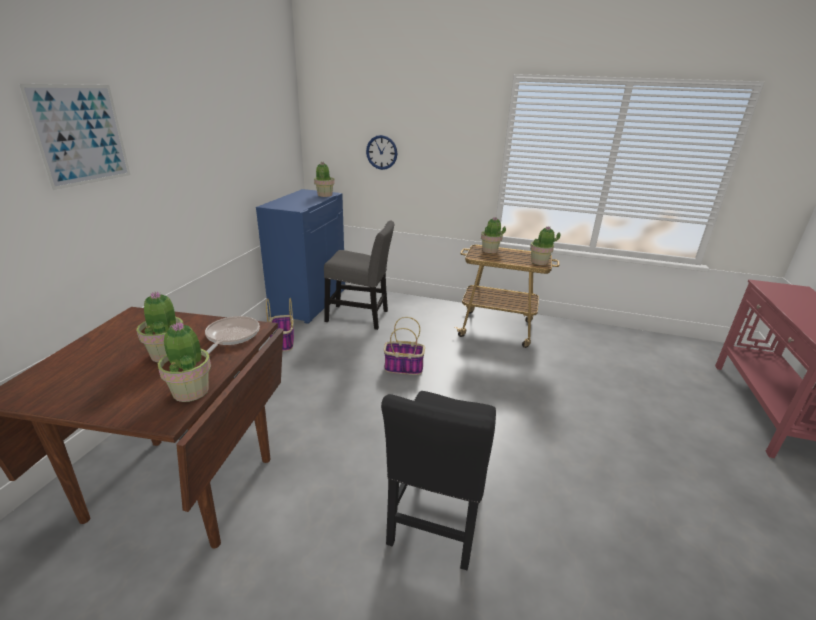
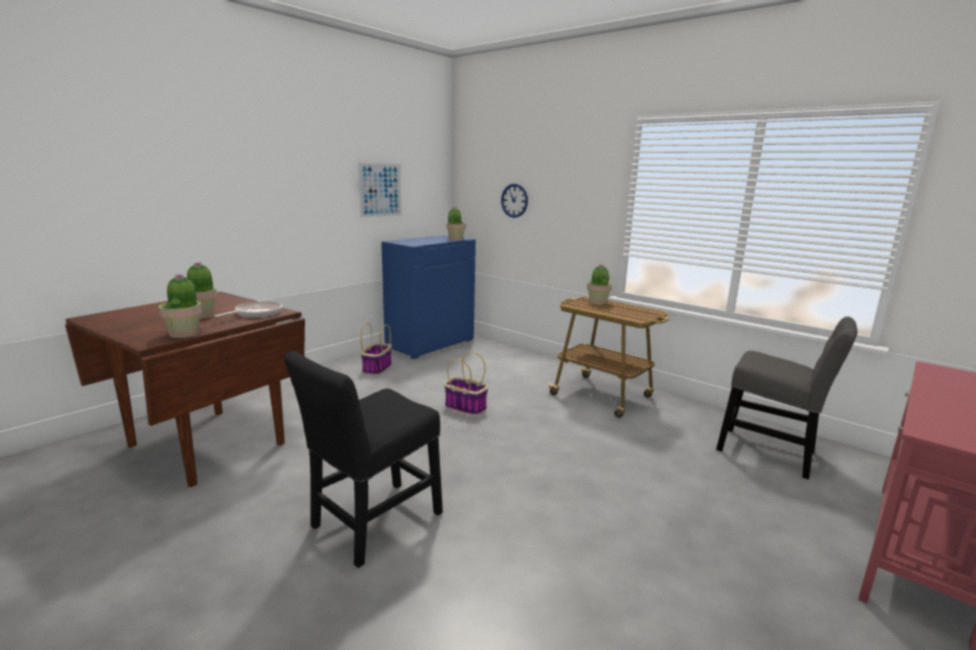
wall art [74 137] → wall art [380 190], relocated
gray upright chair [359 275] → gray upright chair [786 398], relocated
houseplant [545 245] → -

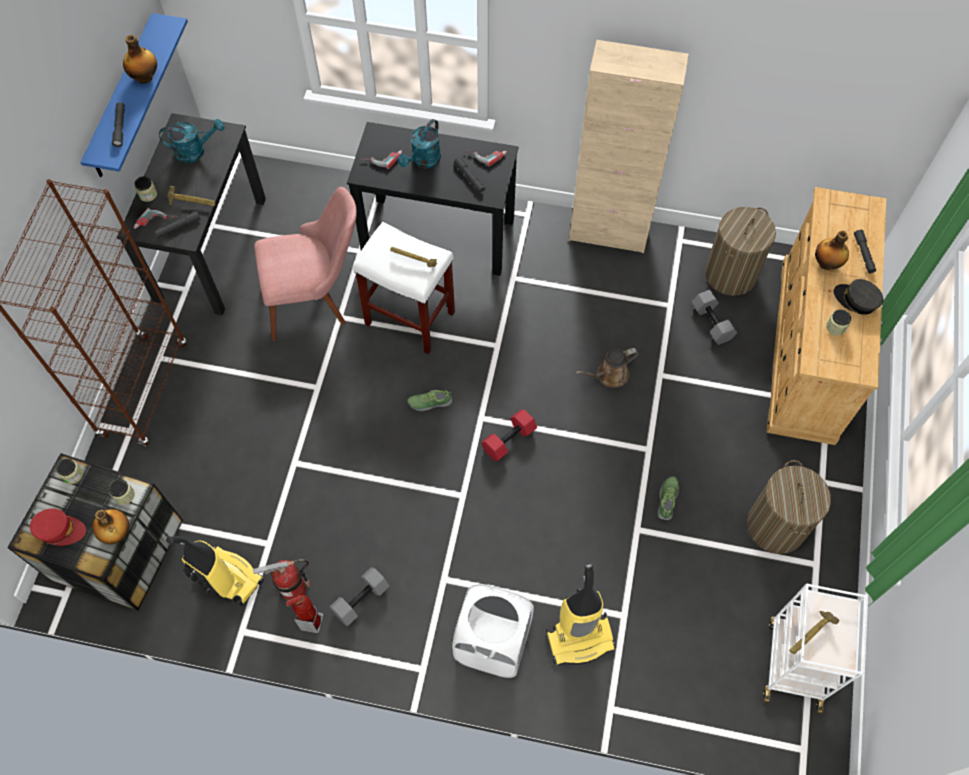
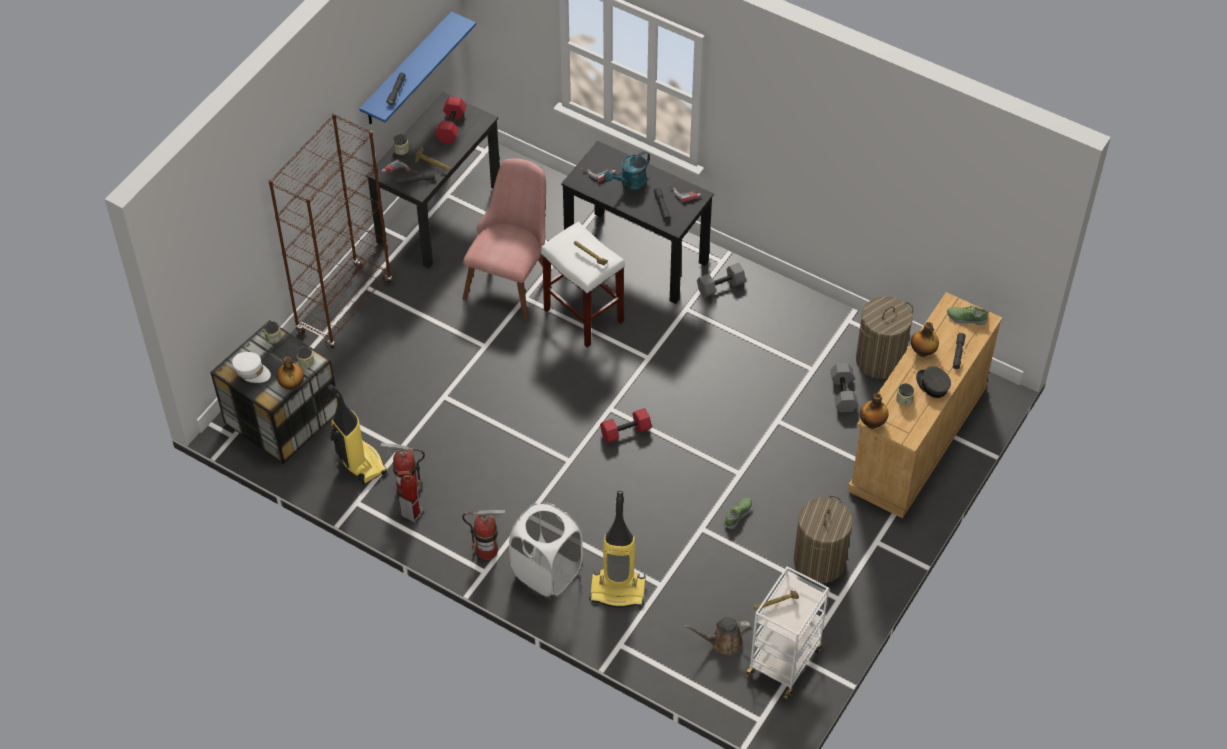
red baseball cap [58 527] → white-coloured baseball cap [251 367]
beverage bottle [140 59] → beverage bottle [874 411], relocated
turquoise-coloured watering pot [192 141] → red hand weight [450 120]
pinkish upright chair [305 264] → pinkish upright chair [504 239], 75 degrees counterclockwise
gray hand weight [359 596] → gray hand weight [721 280], relocated
item of footwear [429 400] → item of footwear [968 315], relocated
beige cabinet [629 146] → -
brown watering pot [607 367] → brown watering pot [718 636], relocated
- → fire extinguisher [483 535]

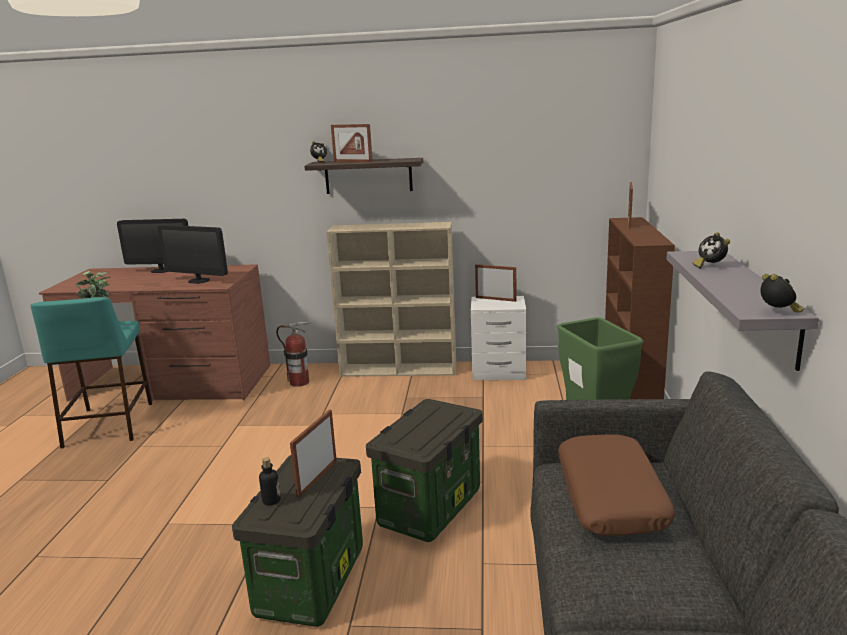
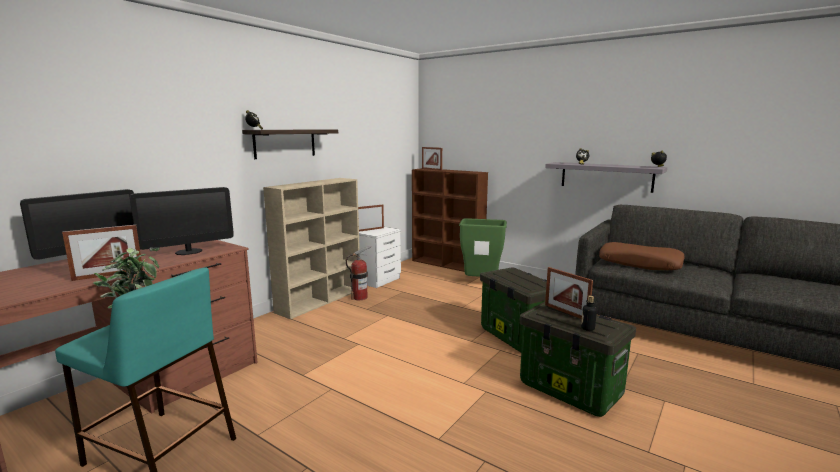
fire extinguisher [293 354] → fire extinguisher [358 273], relocated
picture frame [352 143] → picture frame [102 253], relocated

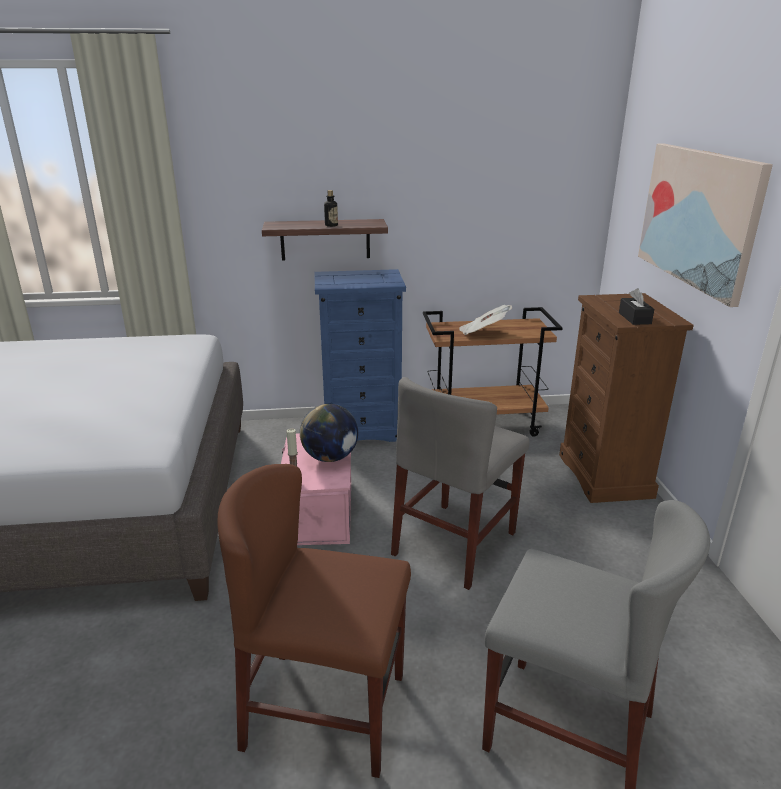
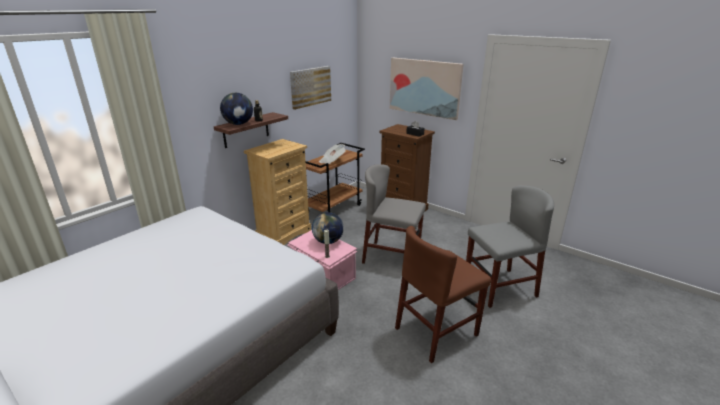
blue dresser [360 355] → beige dresser [277 192]
gray upright chair [460 483] → gray upright chair [394 214], 120 degrees clockwise
- → world globe [236 109]
- → wall art [310 88]

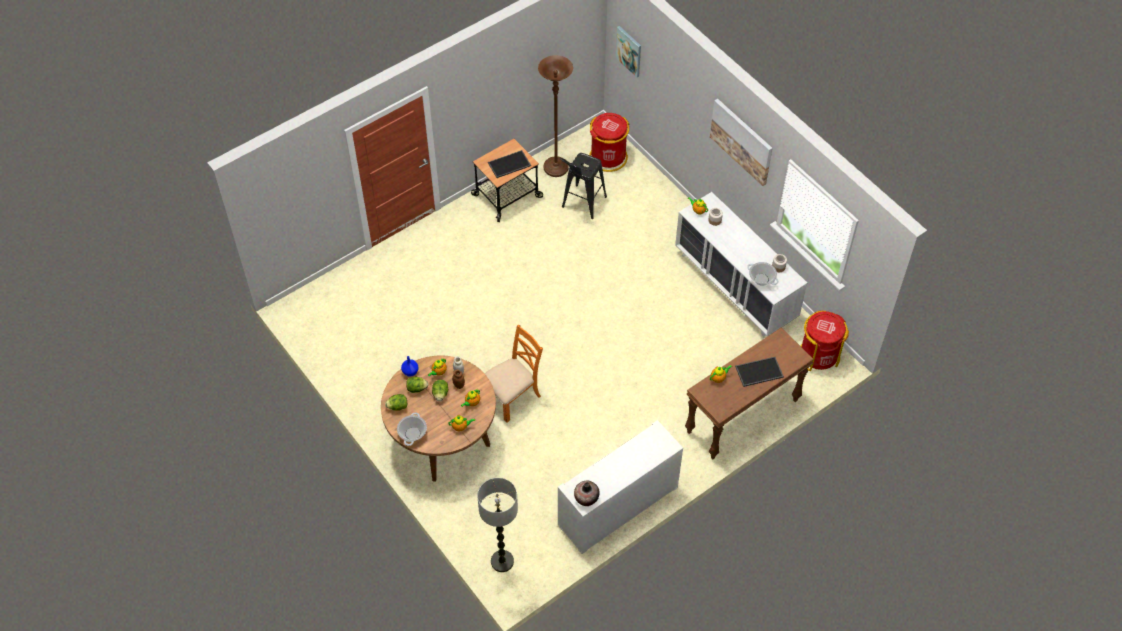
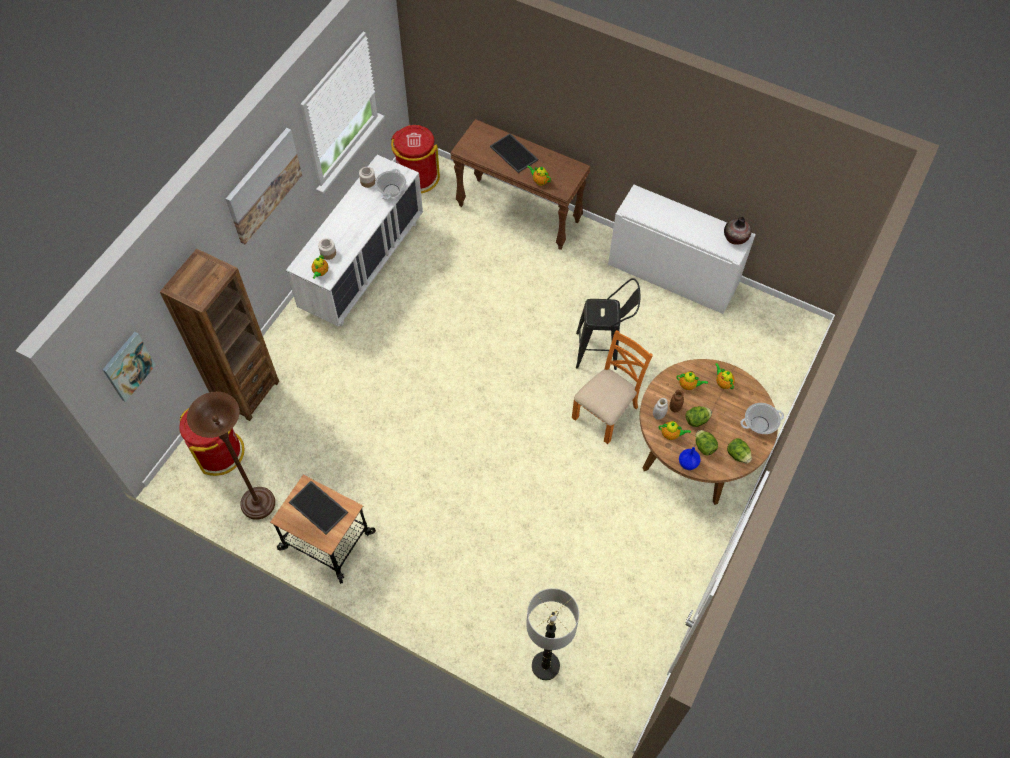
floor lamp [497 525] → floor lamp [552 634], relocated
orange upright chair [513 374] → orange upright chair [612 387], 105 degrees clockwise
black sitting stool [583 186] → black sitting stool [608 324], relocated
- → brown bookshelf [219 335]

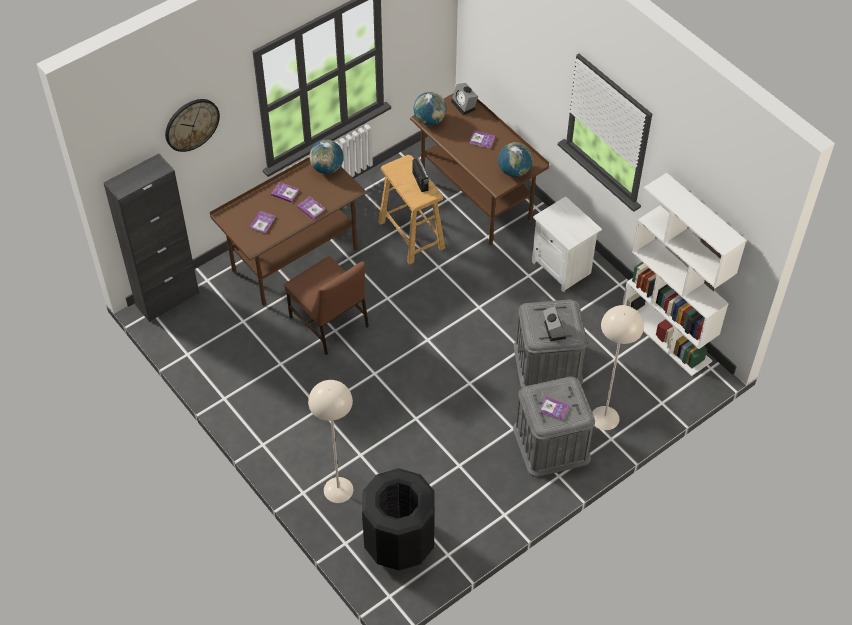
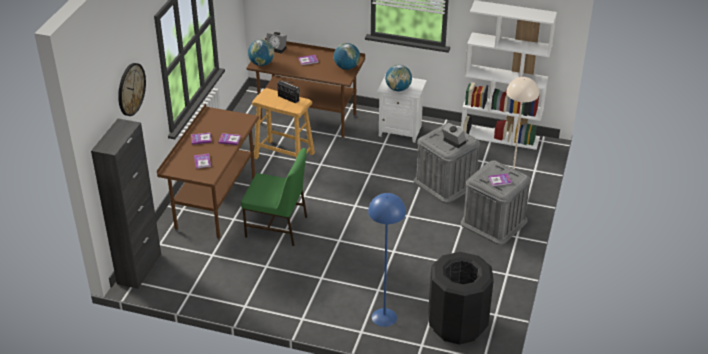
brown upright chair [326 305] → green-coloured upright chair [274 197]
beige floor lamp [330 441] → blue floor lamp [387 260]
world globe [326 157] → world globe [398 78], relocated

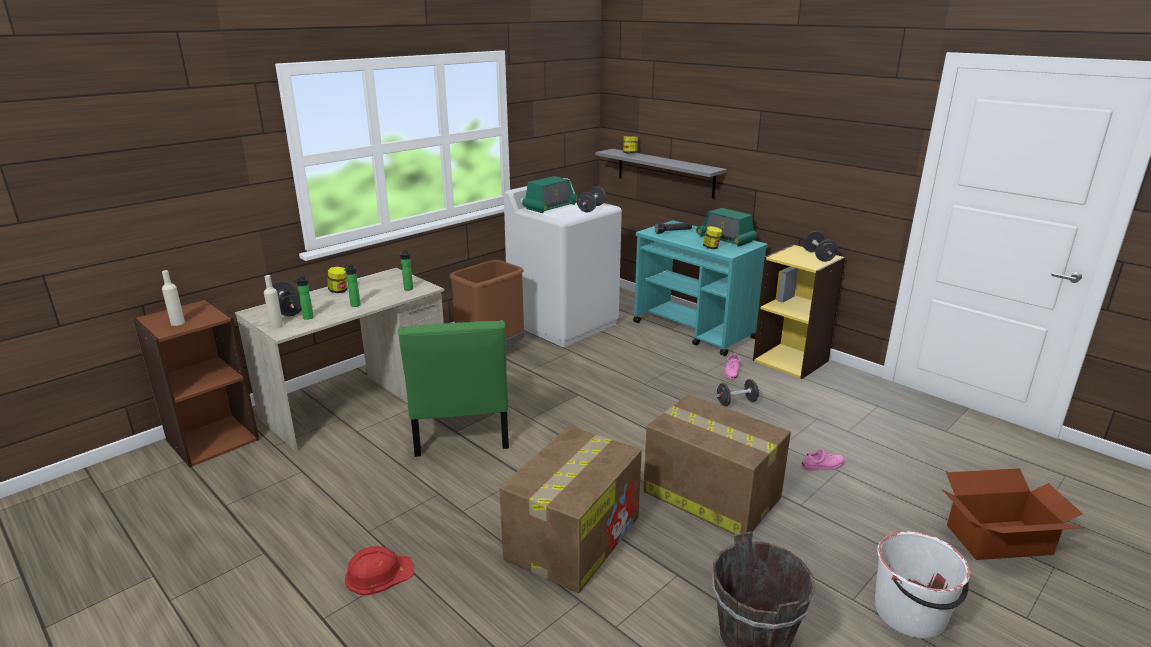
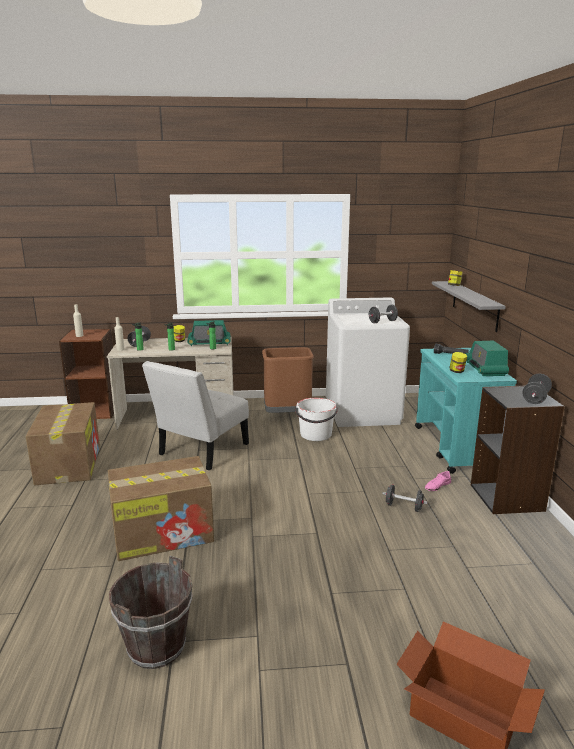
red work helmet [379 571] → -
green-coloured upright chair [453 388] → white-coloured upright chair [195 415]
radio set [550 194] → radio set [209 333], relocated
carton [717 464] → carton [62 444], relocated
yellowish bookshelf [799 311] → black bookshelf [518 450]
pinkish item of footwear [823 460] → -
white-coloured water bucket [923 585] → white-coloured water bucket [316 419], relocated

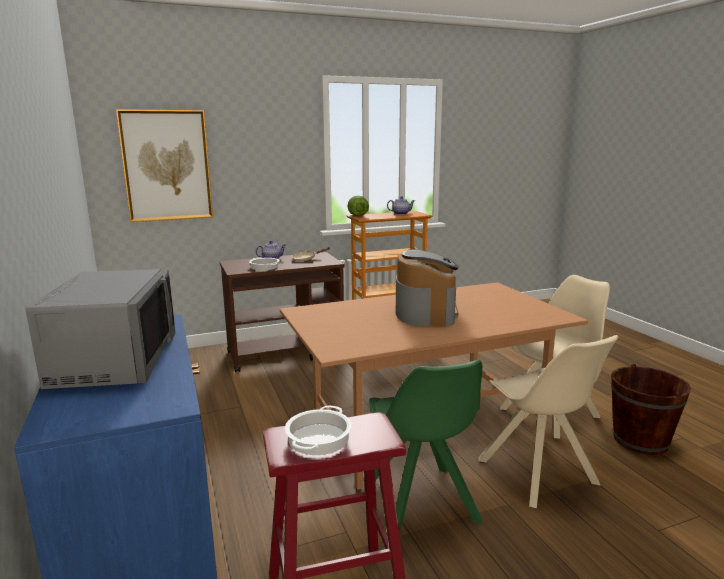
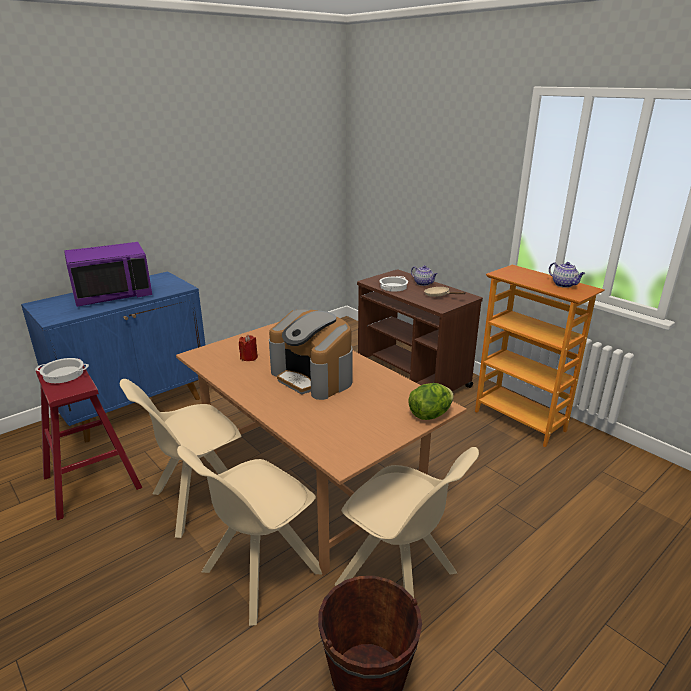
gray microwave [101 329] → purplish microwave [108 274]
wall art [164 165] → -
head of lettuce [358 206] → head of lettuce [431 401], relocated
green-coloured upright chair [426 447] → beige upright chair [181 458]
coffee maker [427 287] → coffee maker [311 354], 60 degrees clockwise
- → red wax light [248 348]

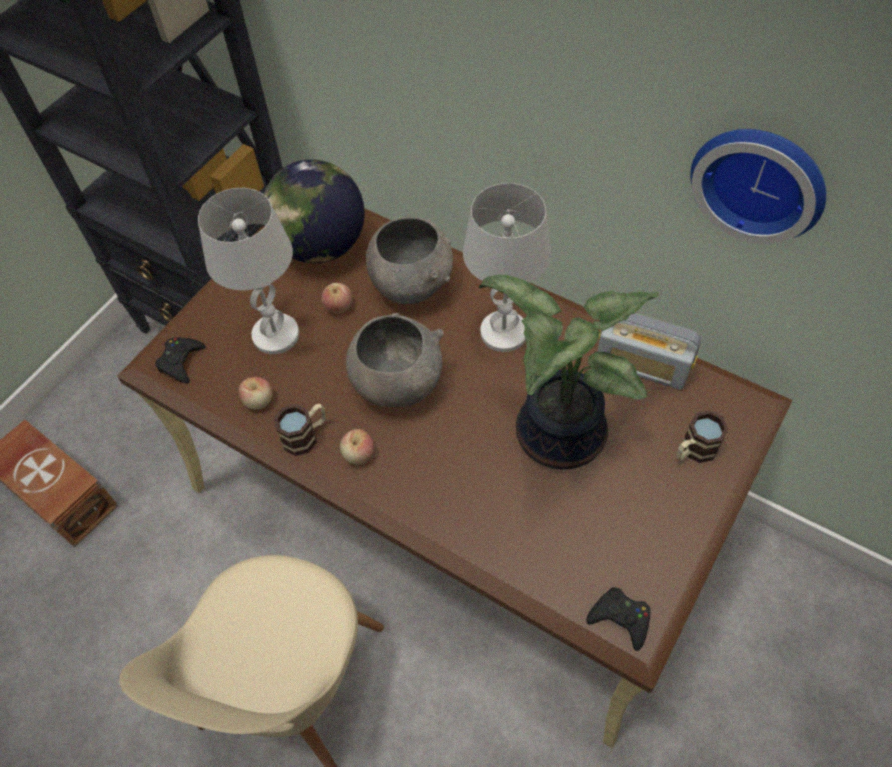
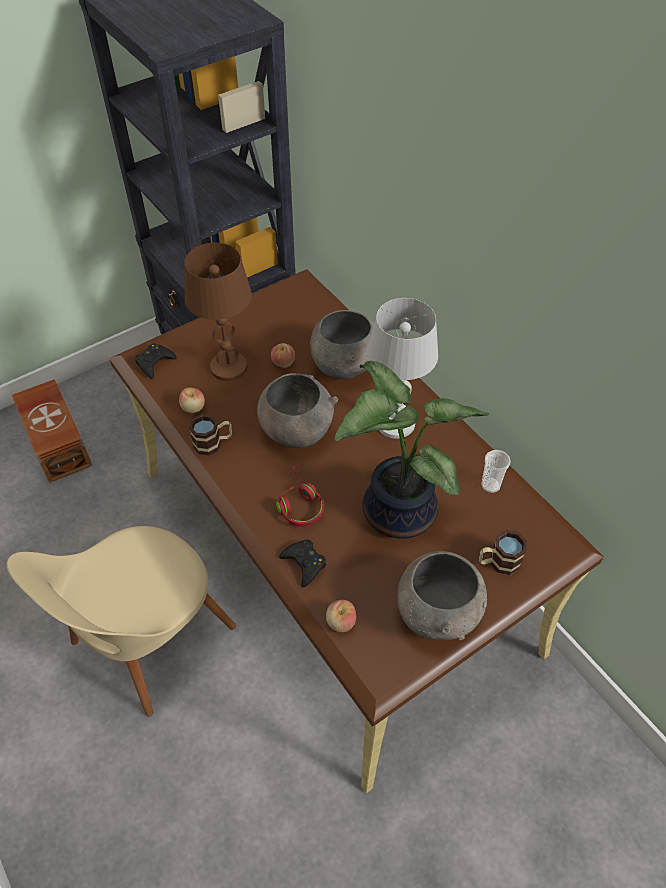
white-coloured tabletop lamp [248 271] → brown tabletop lamp [218 312]
world globe [314 211] → -
apple fruit [357 447] → apple fruit [341 616], relocated
black game controller [618 619] → black game controller [302 563], relocated
radio set [649 351] → small cup [496 471]
hanging clock [758 186] → -
- → red pair of headphones [300 495]
- → gray bowl [442 595]

